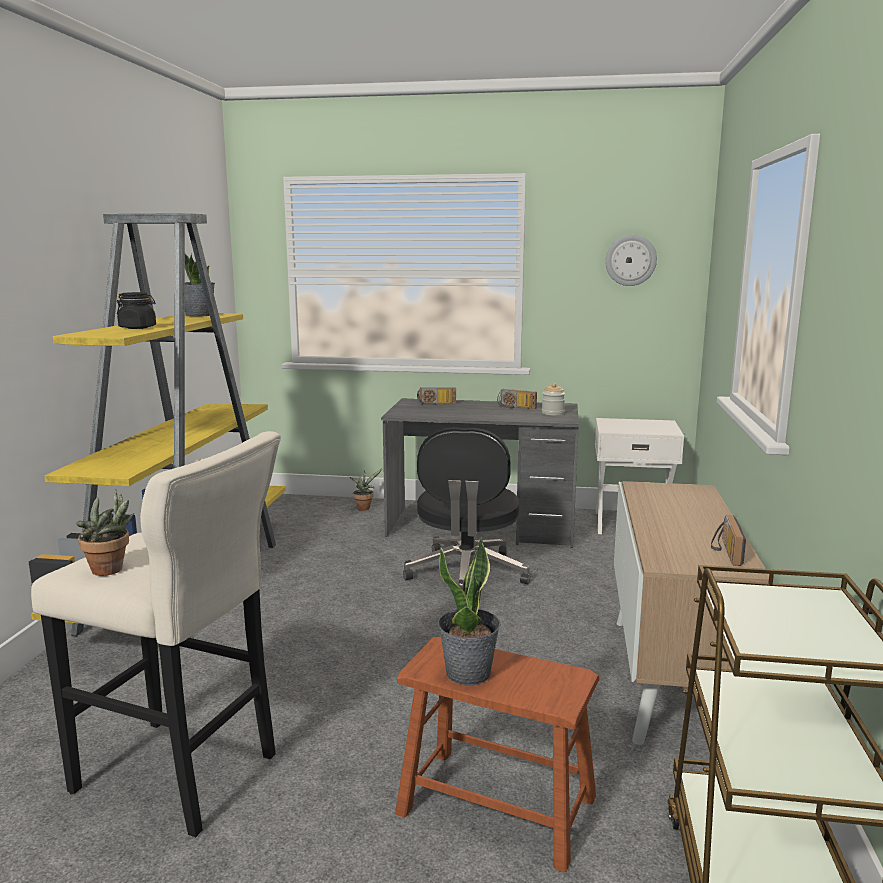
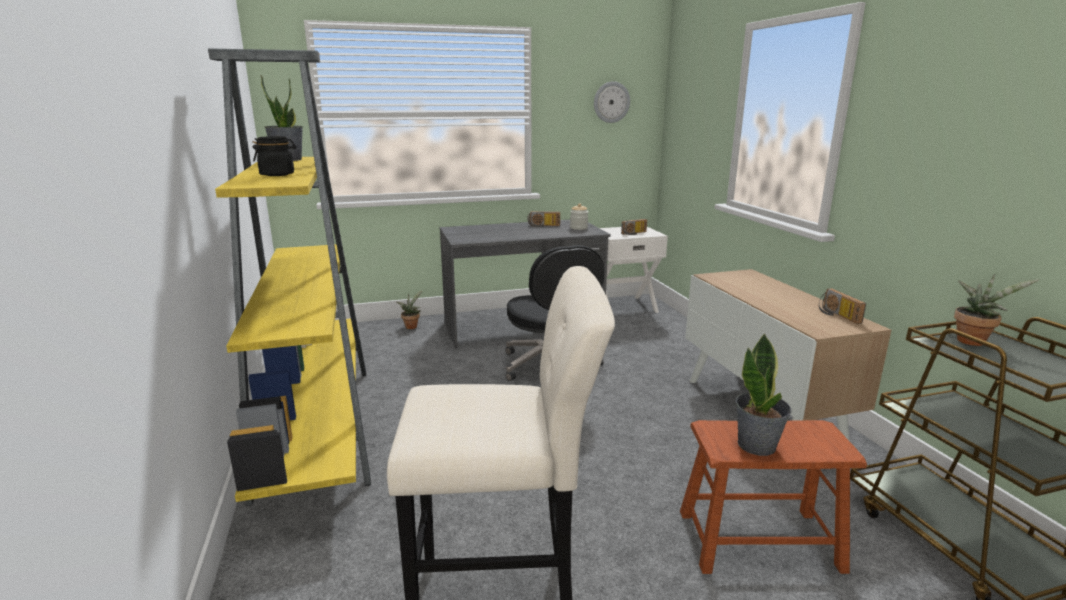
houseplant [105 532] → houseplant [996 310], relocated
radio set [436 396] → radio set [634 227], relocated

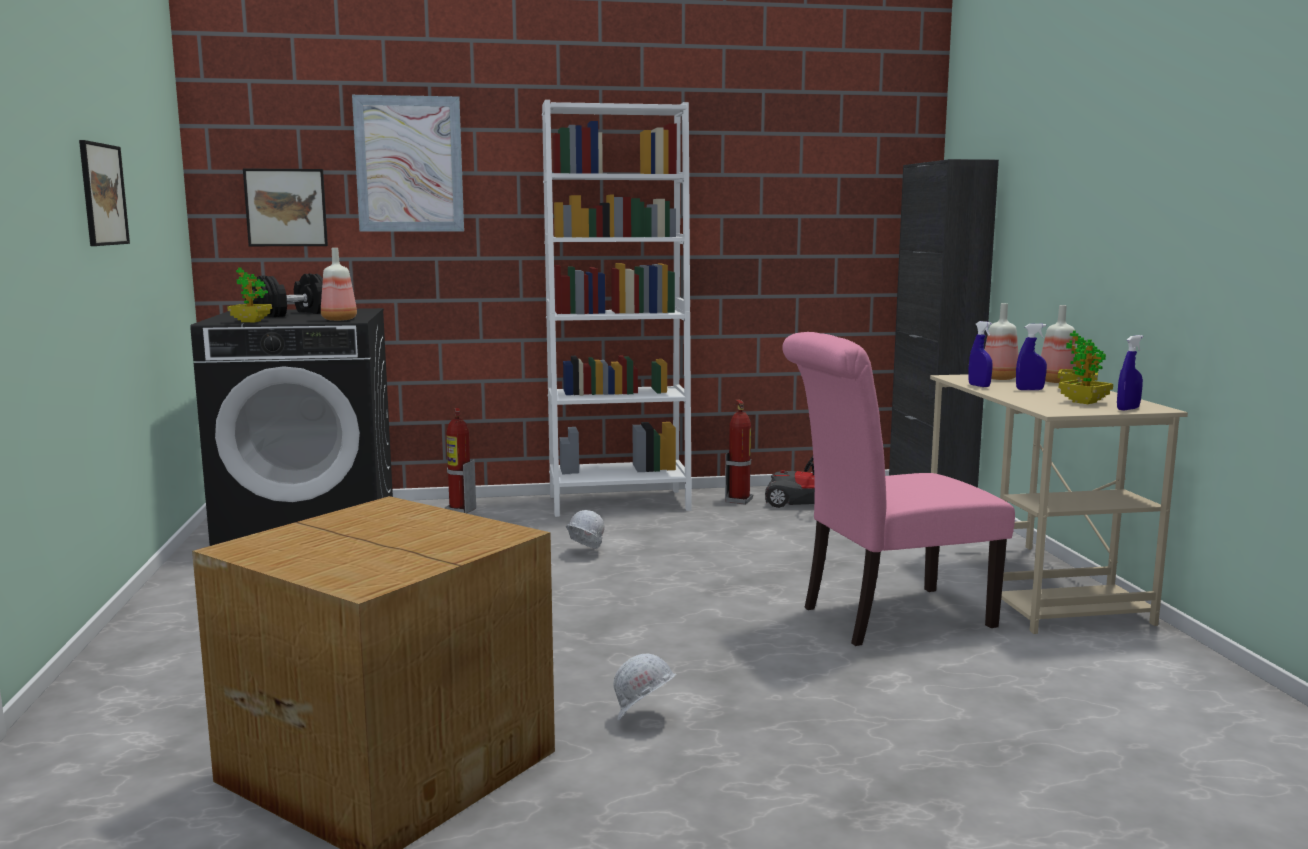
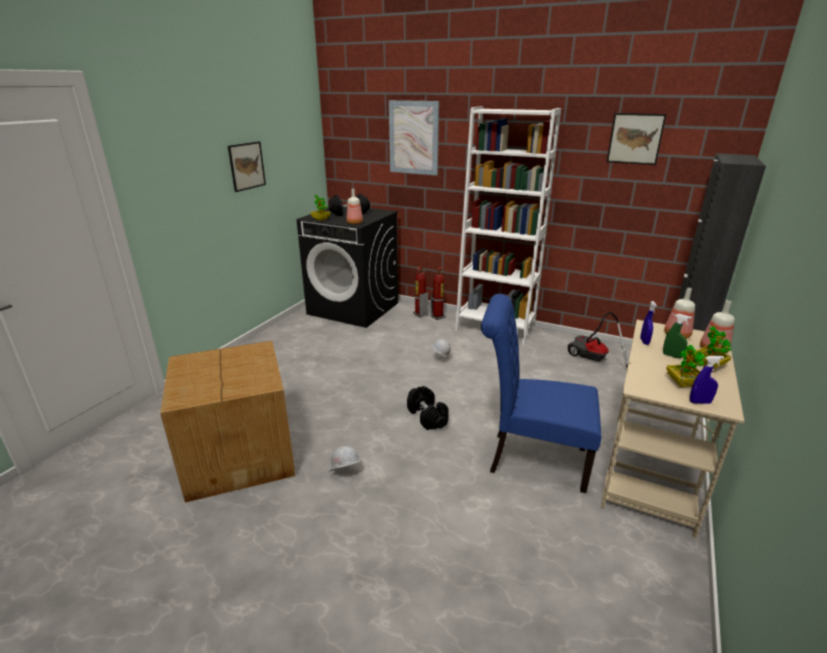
wall art [285 207] → wall art [636 139], relocated
fire extinguisher [739 452] → fire extinguisher [438 293], relocated
pinkish upright chair [898 489] → blue upright chair [541 393]
blue spray bottle [1031 357] → green-coloured spray bottle [677 336]
- → black hand weight [427 408]

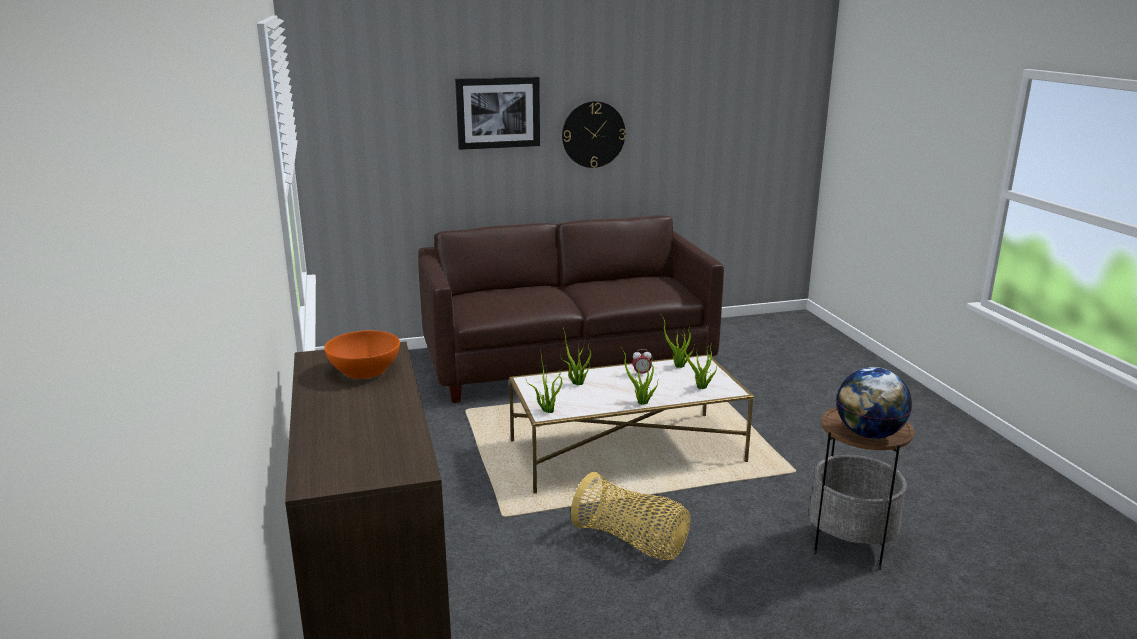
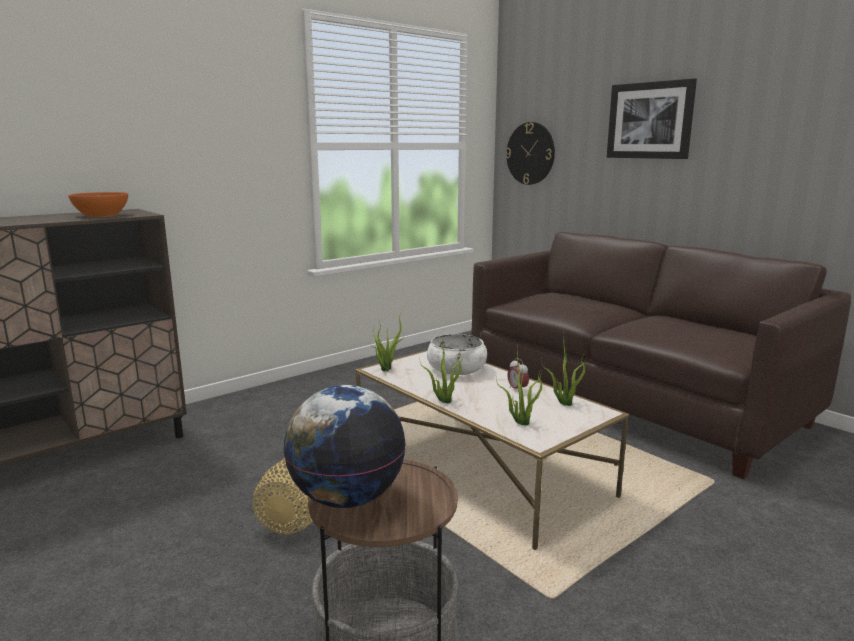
houseplant [575 356] → white-coloured bowl [457 354]
hanging clock [594 134] → hanging clock [530 153], relocated

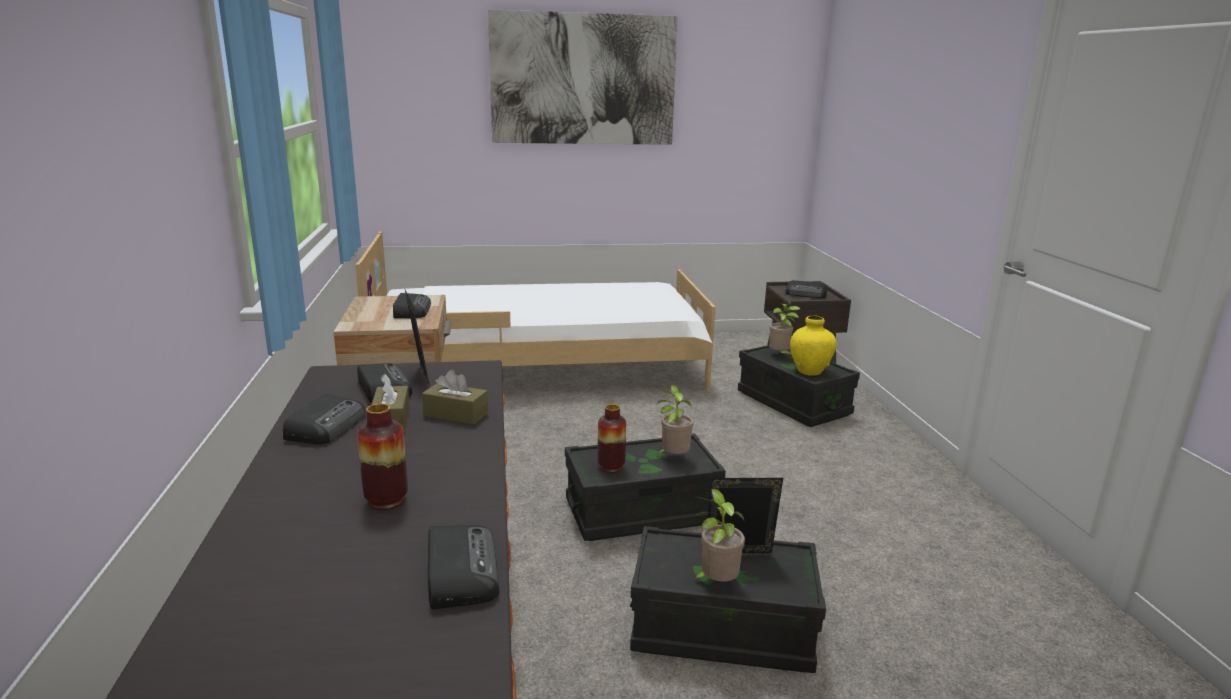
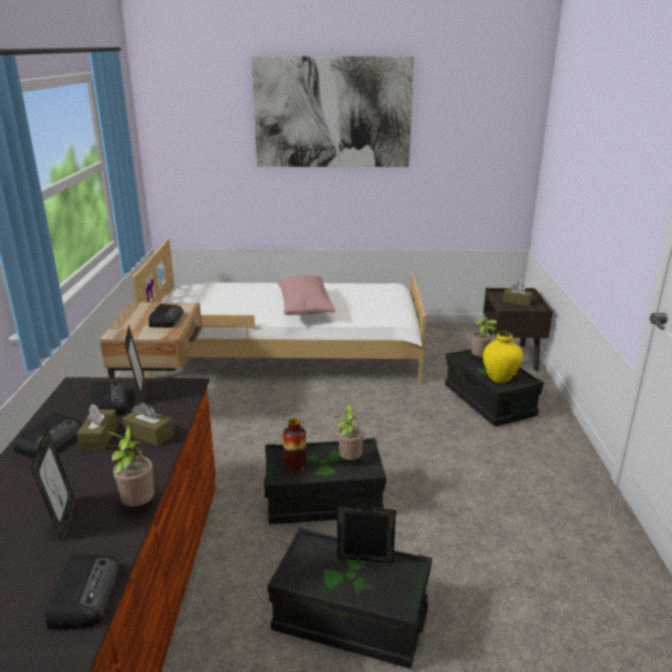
flower vase [382 457] → picture frame [52 484]
houseplant [719 535] → houseplant [130 466], relocated
radio set [806 289] → brown tissue box [518 294]
- → pinkish throw pillow [306 295]

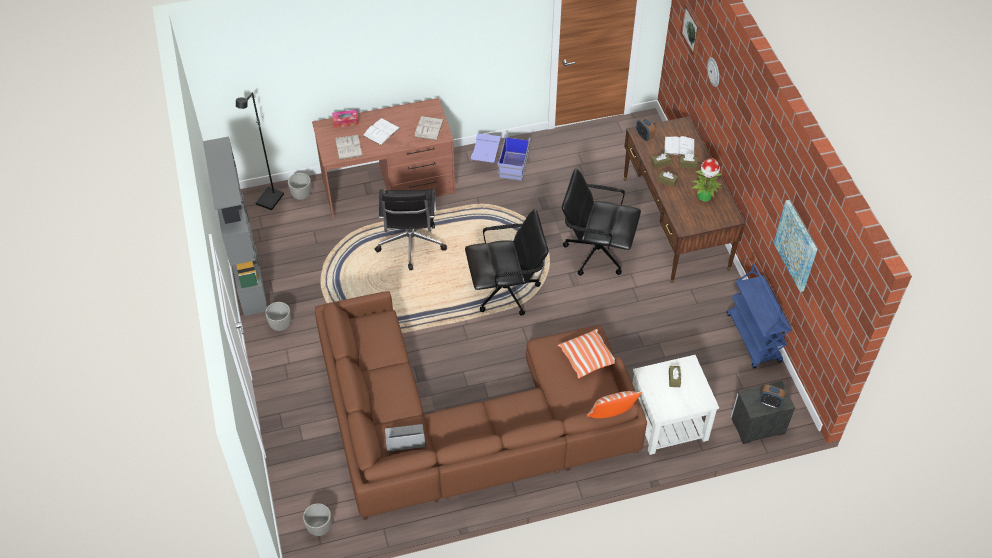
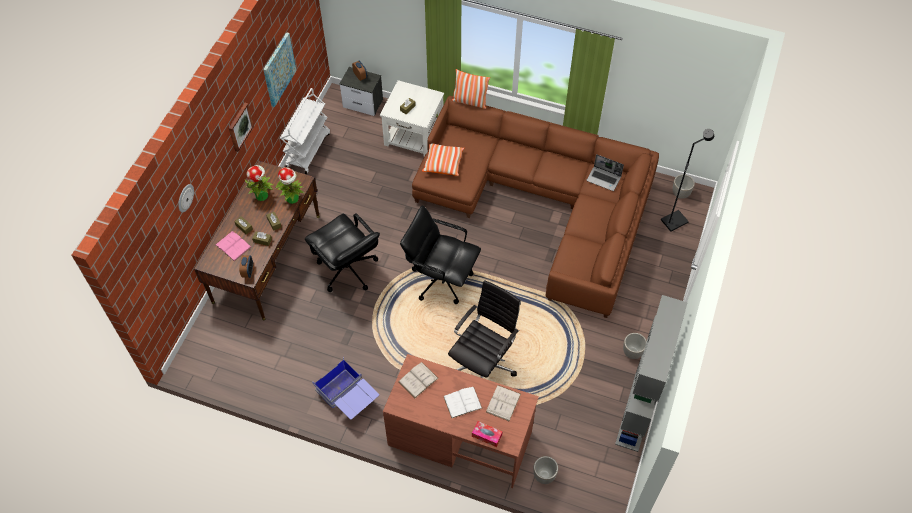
black floor lamp [260 151] → black floor lamp [687 180], relocated
white-coloured bound book [679 146] → pinkish bound book [233 246]
wall art [691 29] → wall art [241 127], relocated
blue cart [759 316] → white-coloured cart [305 131]
- → houseplant [290 185]

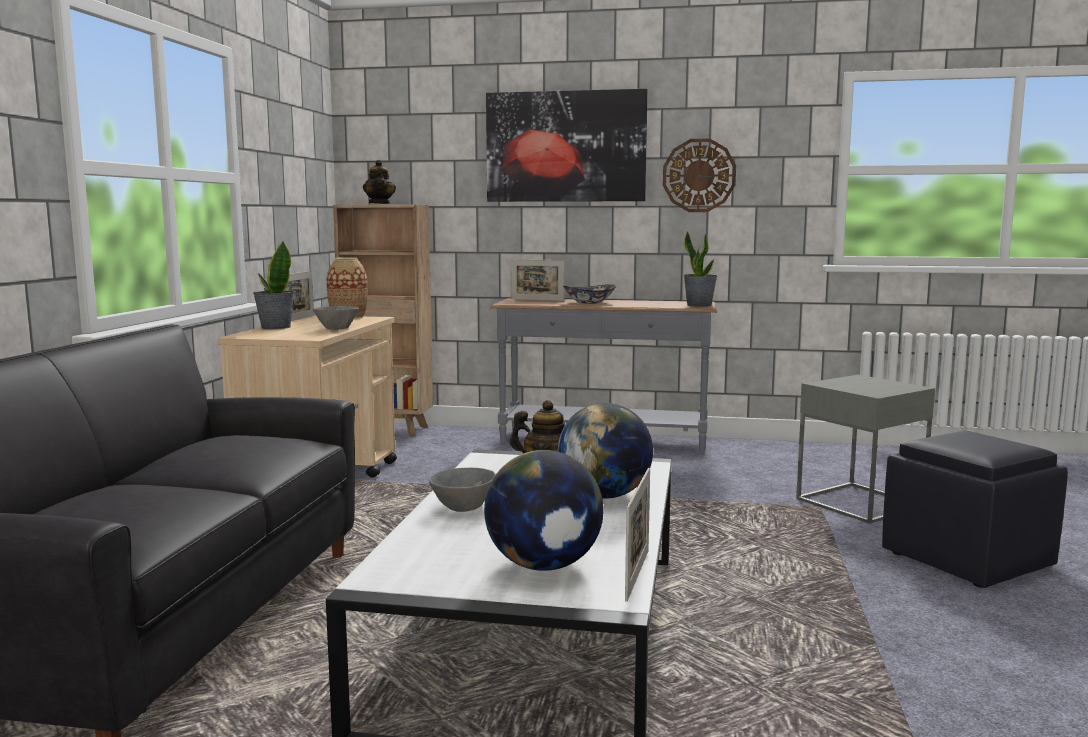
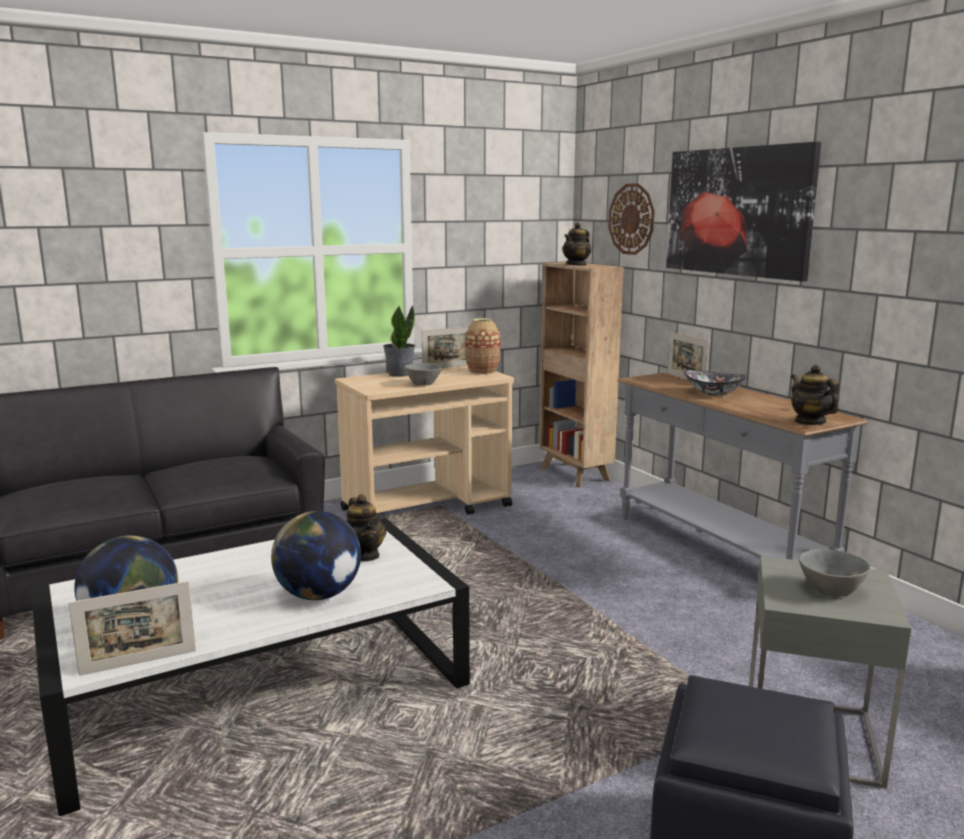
gray bowl [462 490] → gray bowl [835 573], relocated
hanging clock [699 175] → hanging clock [631 219], relocated
houseplant [700 269] → pot for tea [815 395]

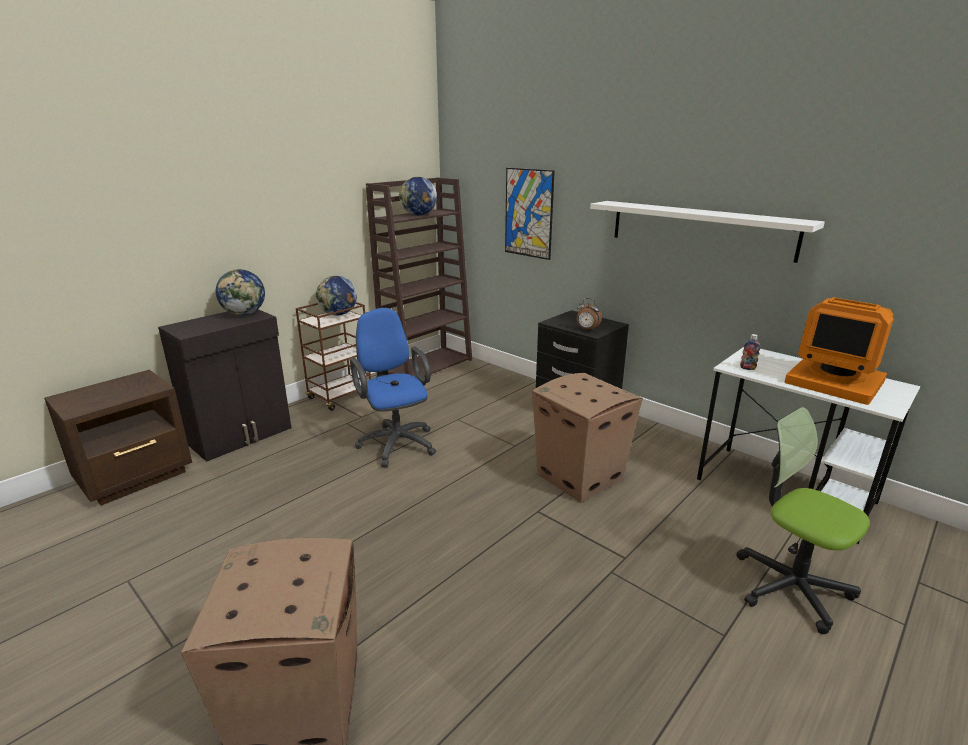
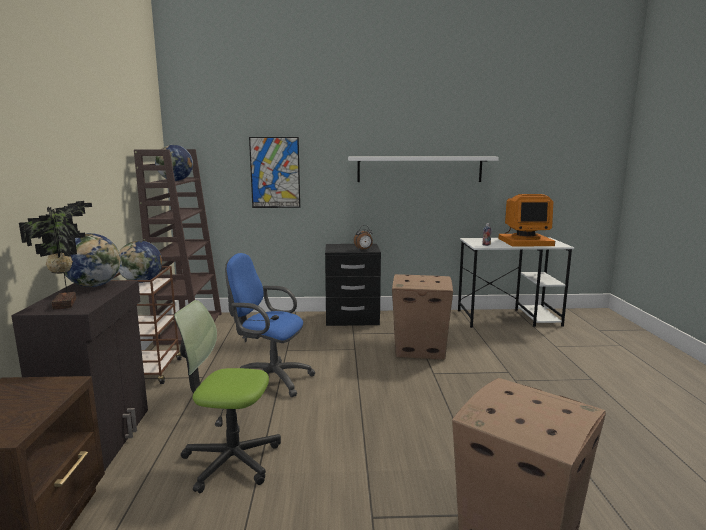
desk chair [803 520] → desk chair [227 396], relocated
- → houseplant [55 255]

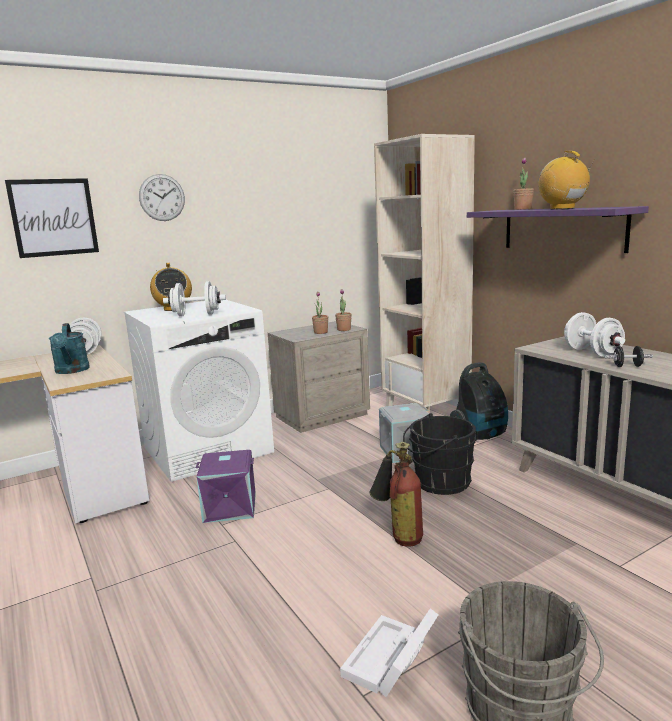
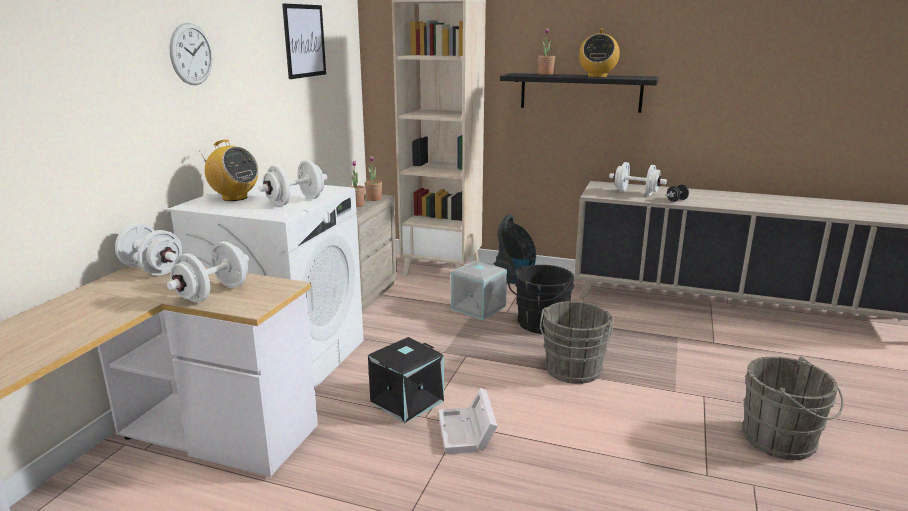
wall art [52 218] → wall art [304 41], relocated
turquoise-coloured watering pot [69 348] → white-coloured hand weight [208 272]
purplish storage bin [226 486] → black storage bin [406 380]
white-coloured storage bin [389 652] → white-coloured storage bin [468 421], relocated
fire extinguisher [396 494] → gray water bucket [577 342]
purplish shelf [558 229] → black shelf [579 93]
radio set [566 180] → radio set [599 53], 105 degrees counterclockwise

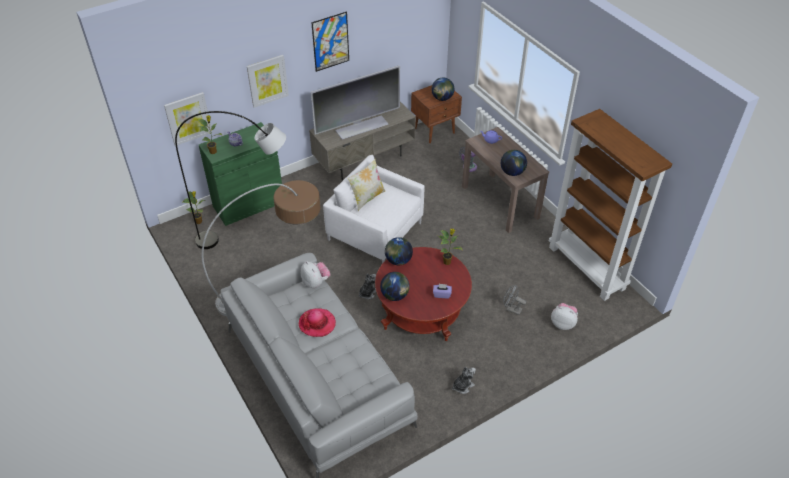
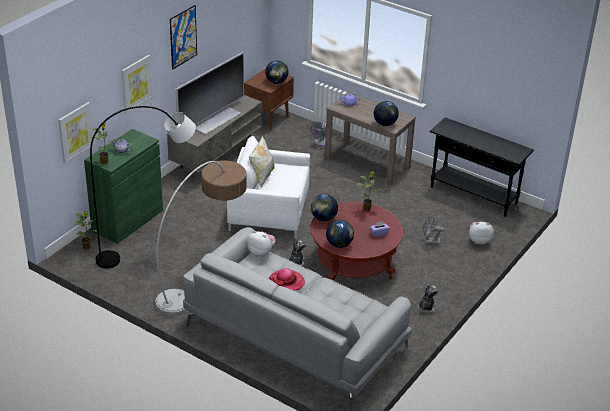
brown bookshelf [610 205] → black narrow table [481 167]

